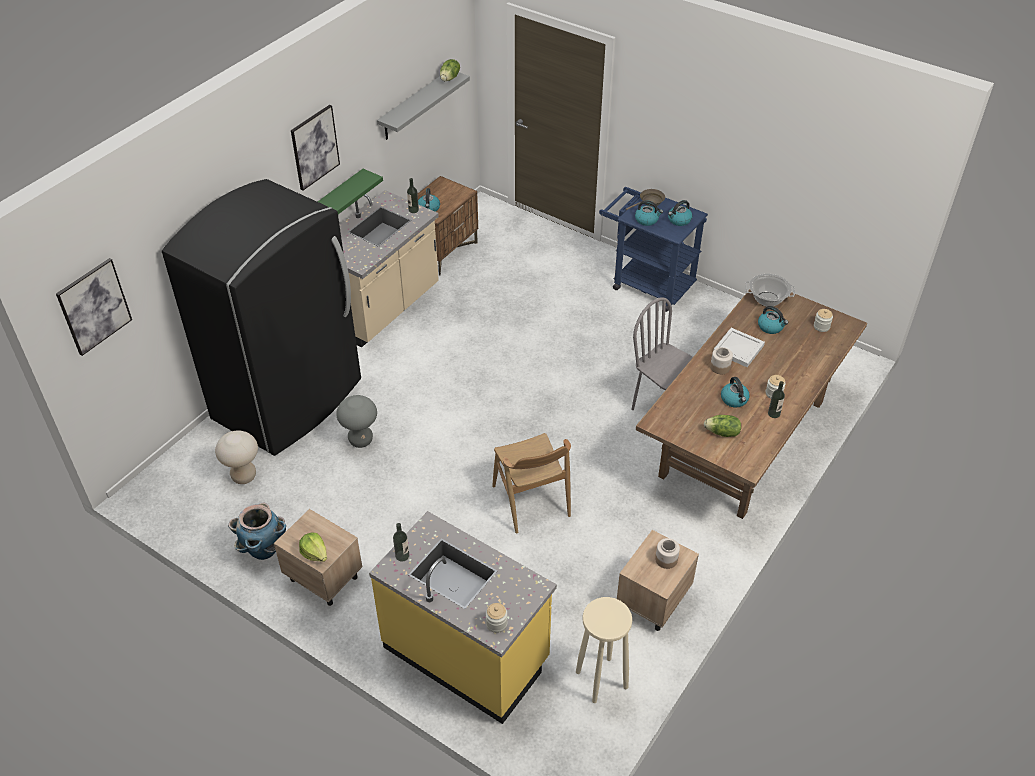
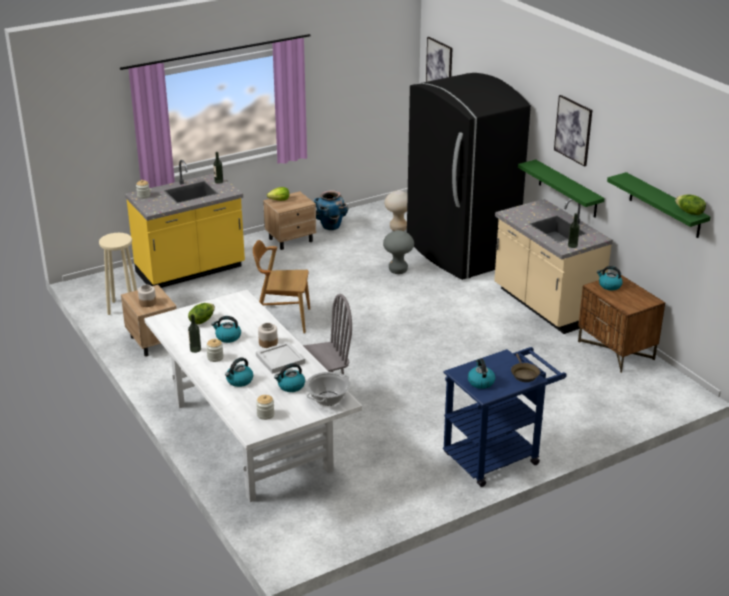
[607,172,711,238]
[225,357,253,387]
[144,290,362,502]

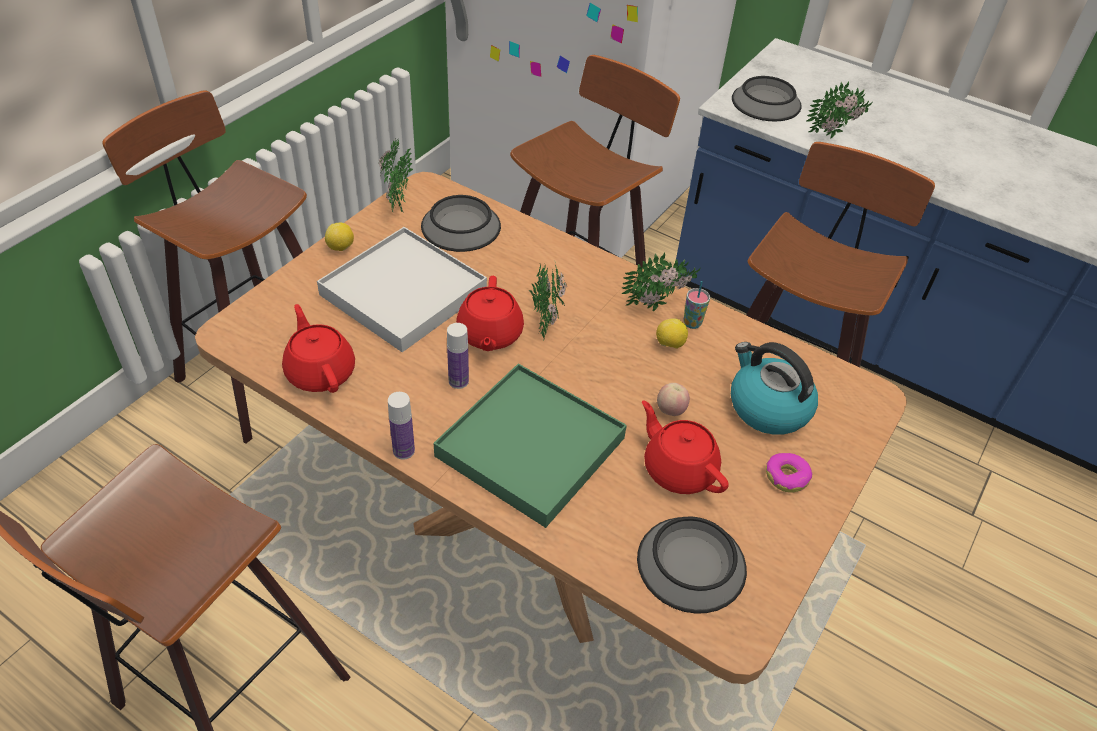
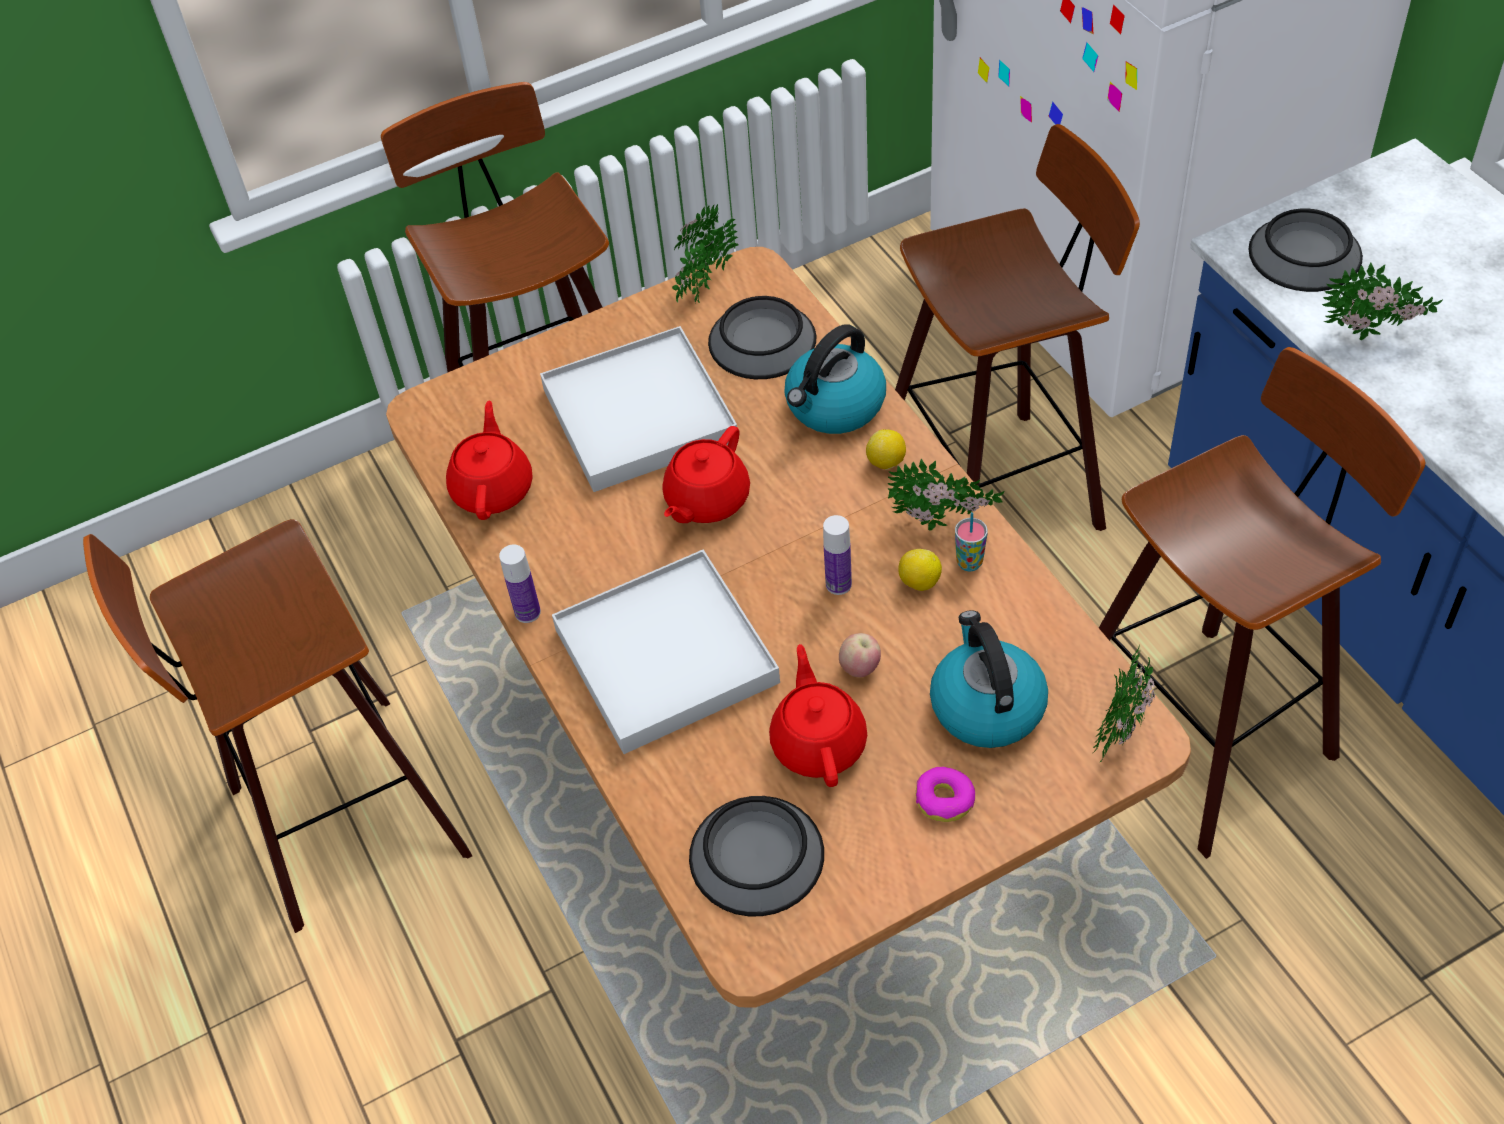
[866,429,906,470]
[552,550,780,754]
[823,515,852,595]
[1093,644,1155,763]
[784,324,886,434]

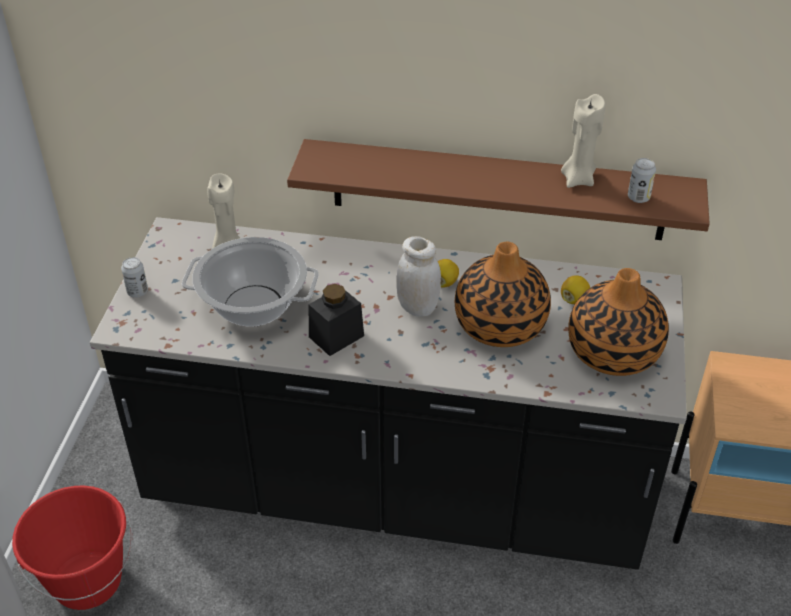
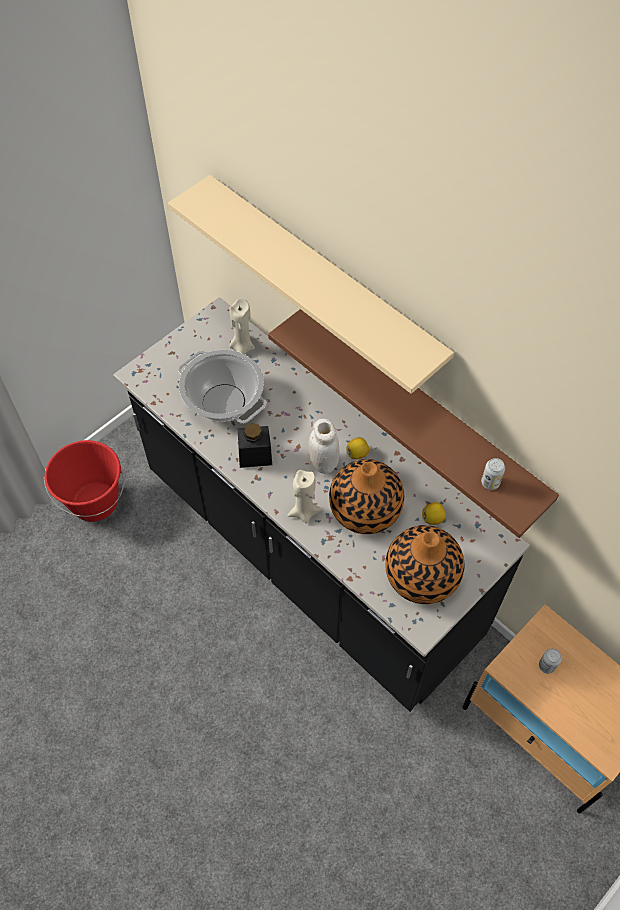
[539,649,562,674]
[287,470,322,524]
[168,175,454,394]

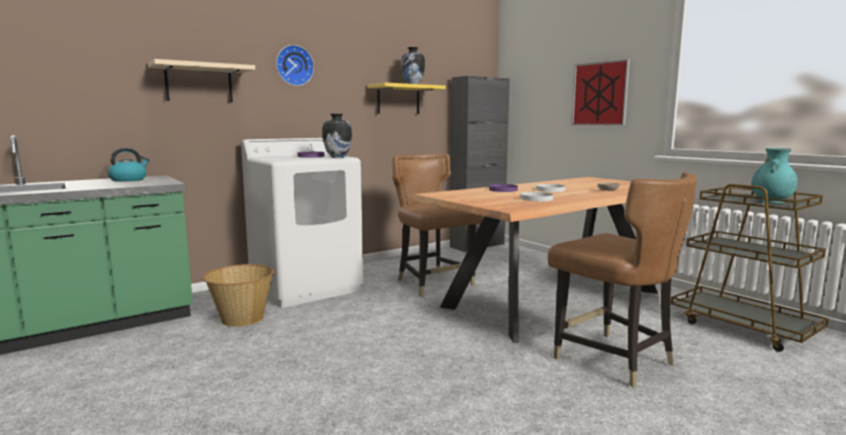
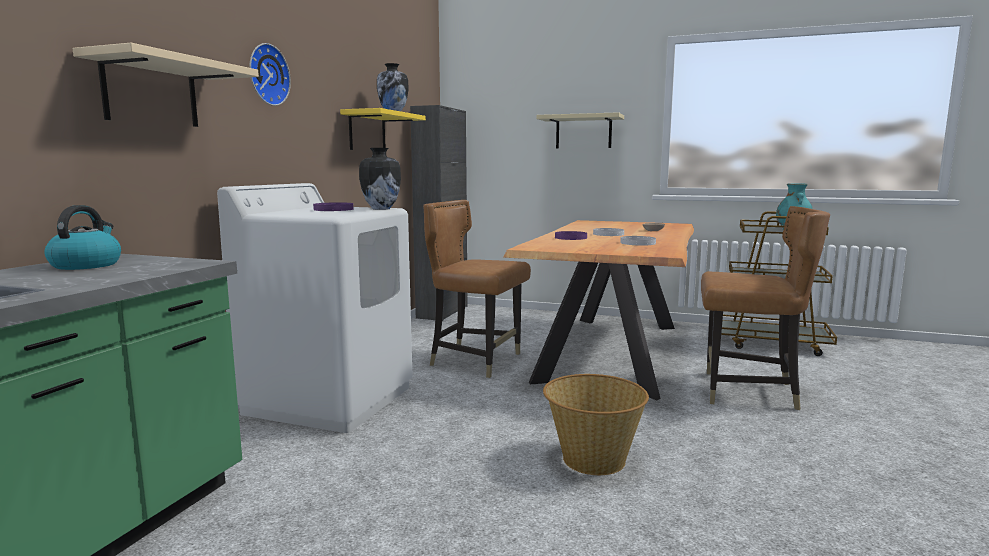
[543,374,649,475]
[536,112,624,148]

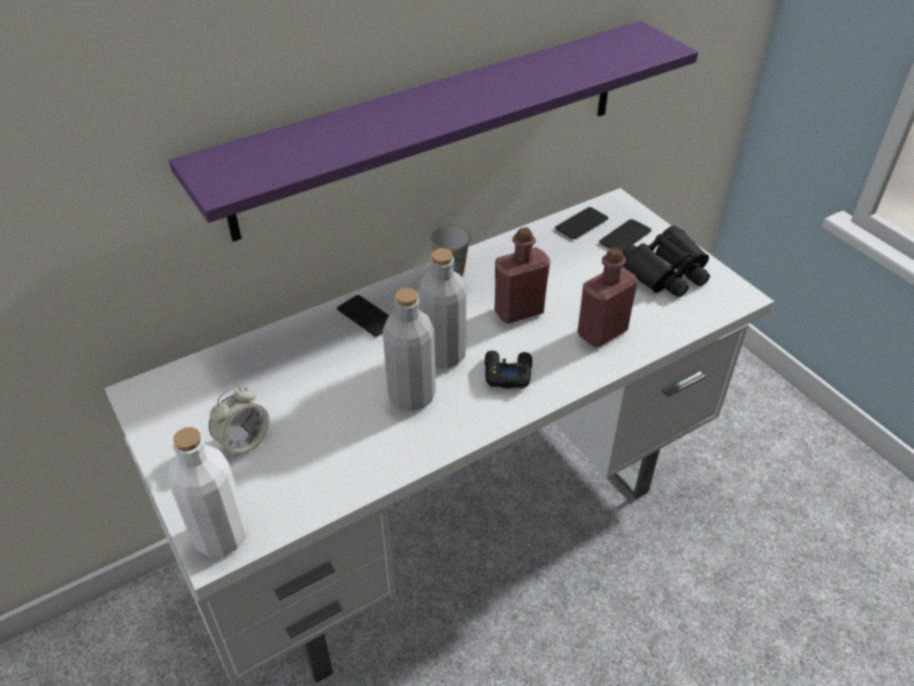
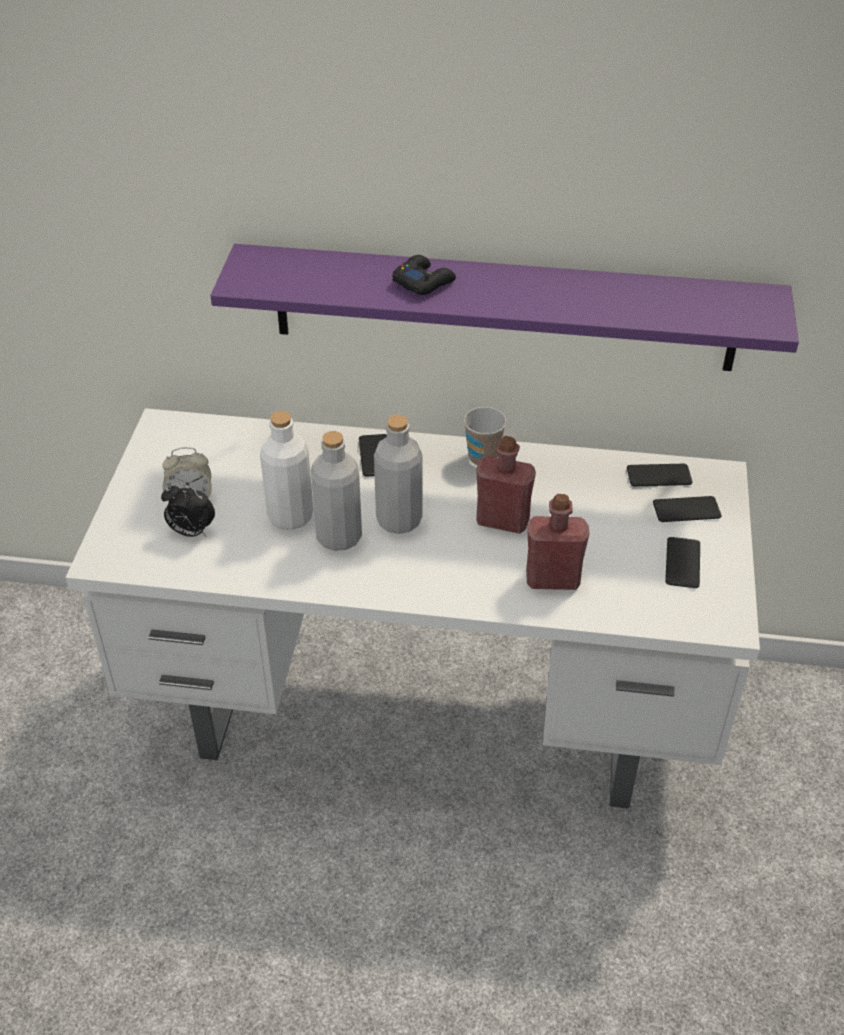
[260,411,313,530]
[392,255,456,295]
[665,537,700,588]
[161,483,215,537]

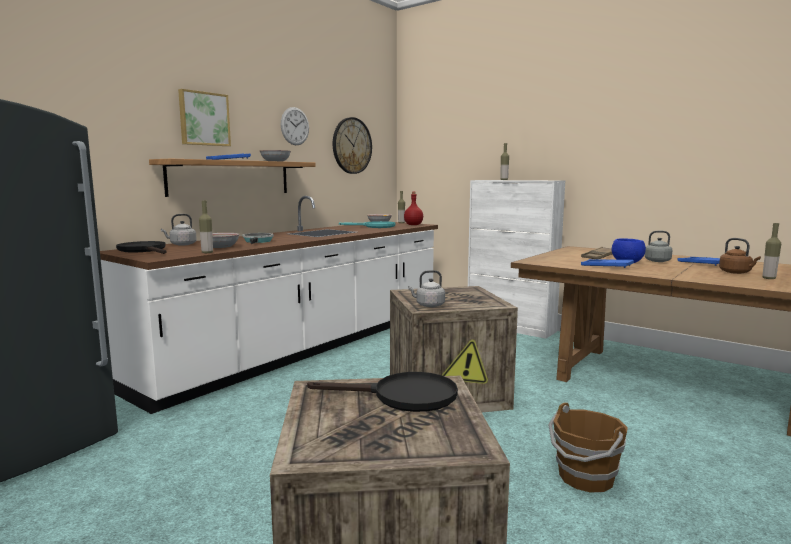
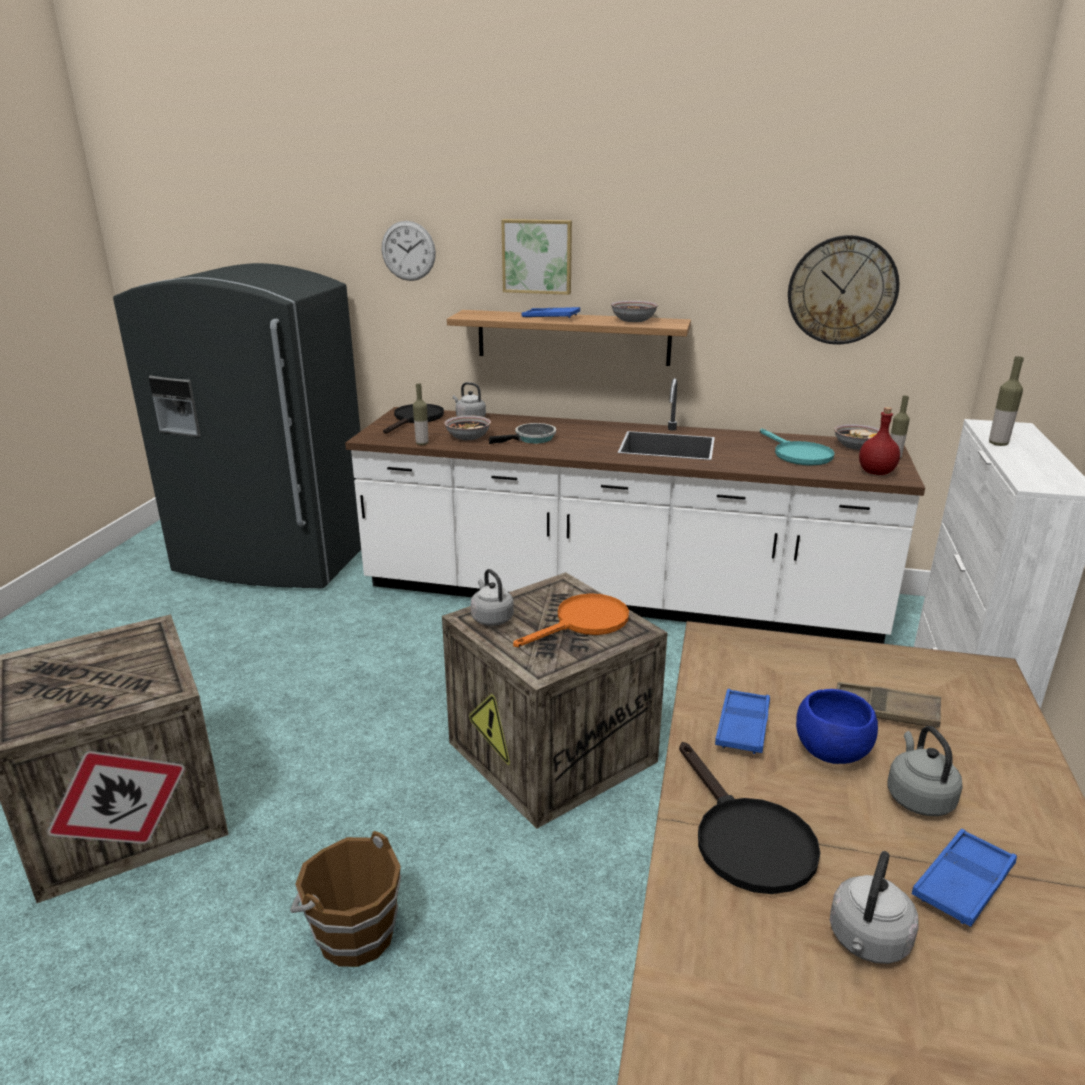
[382,221,436,281]
[679,742,820,894]
[830,851,918,964]
[763,223,781,279] (first image)
[513,593,629,647]

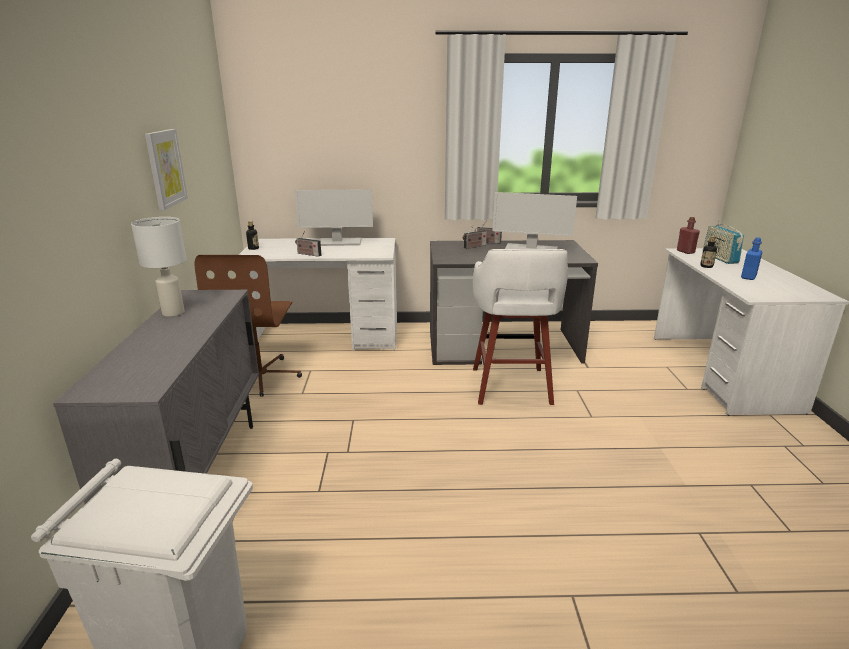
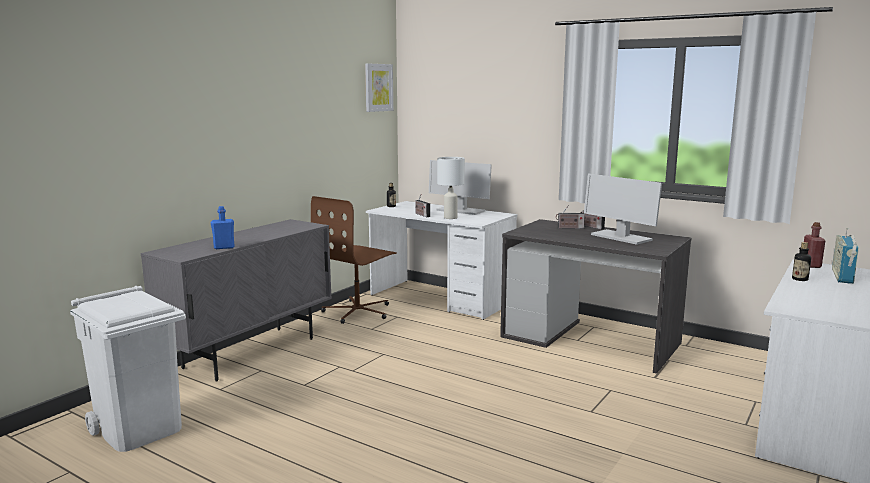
[437,157,465,219]
[365,63,393,112]
[473,249,568,405] (first image)
[211,206,234,249]

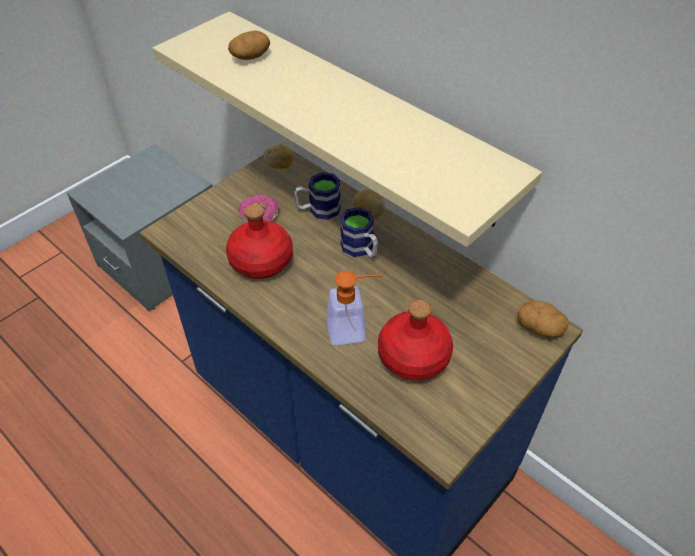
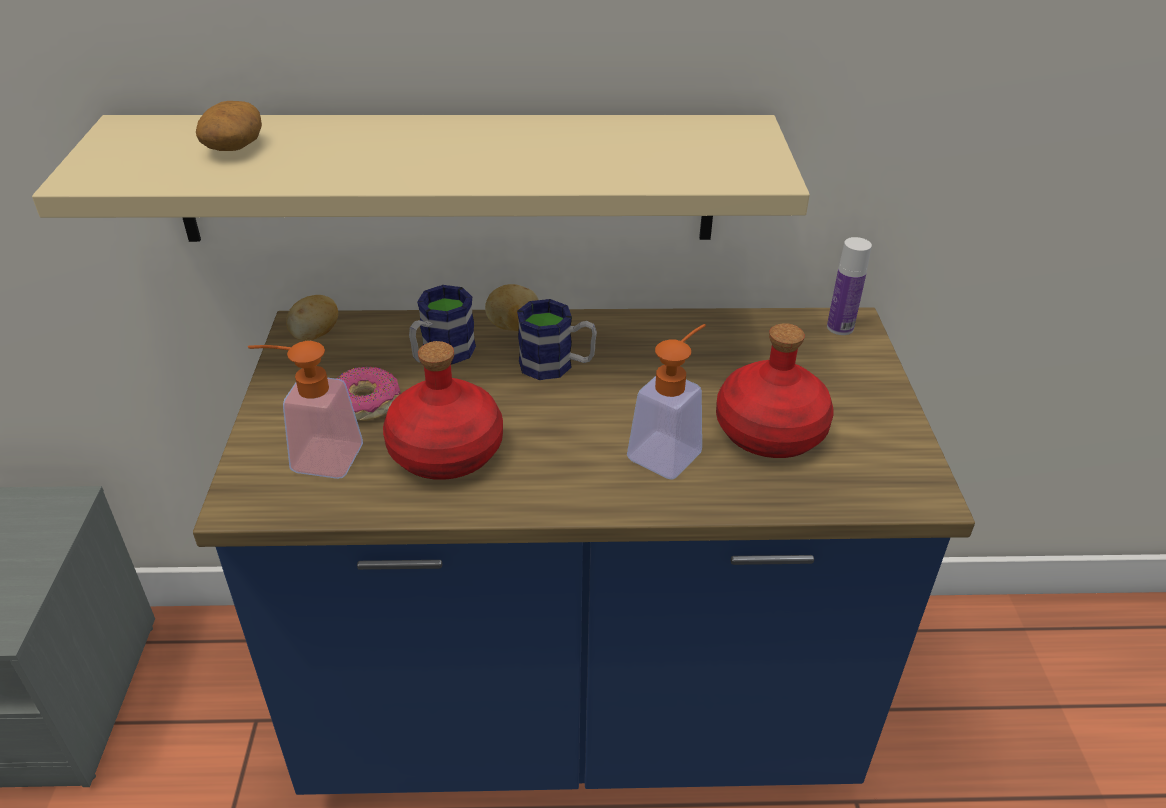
[827,237,872,335]
[248,341,363,479]

